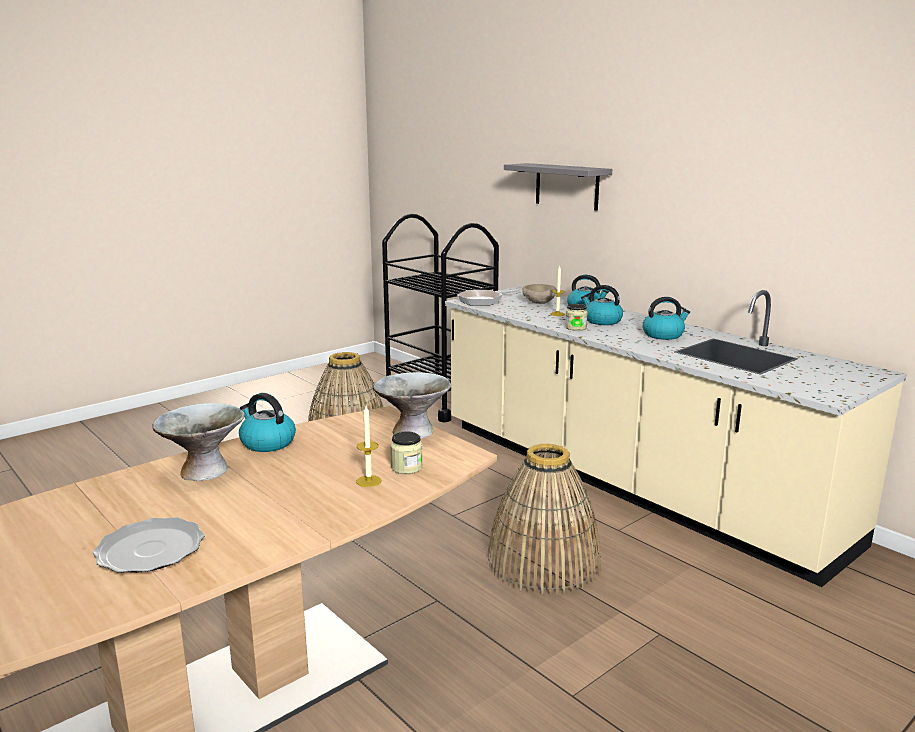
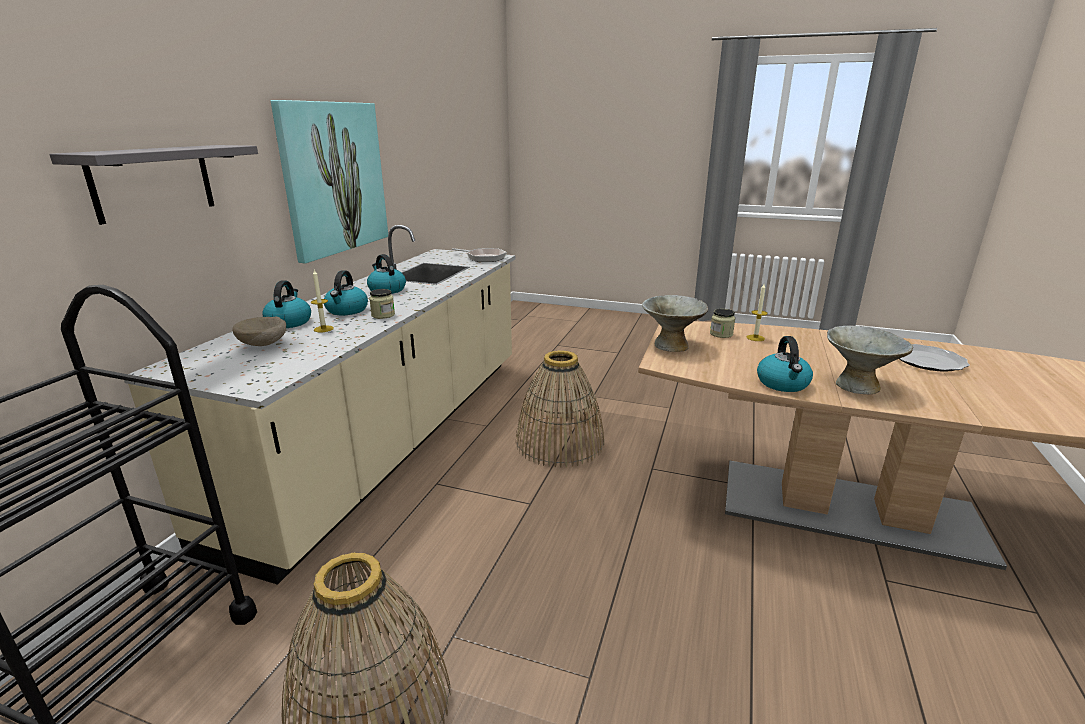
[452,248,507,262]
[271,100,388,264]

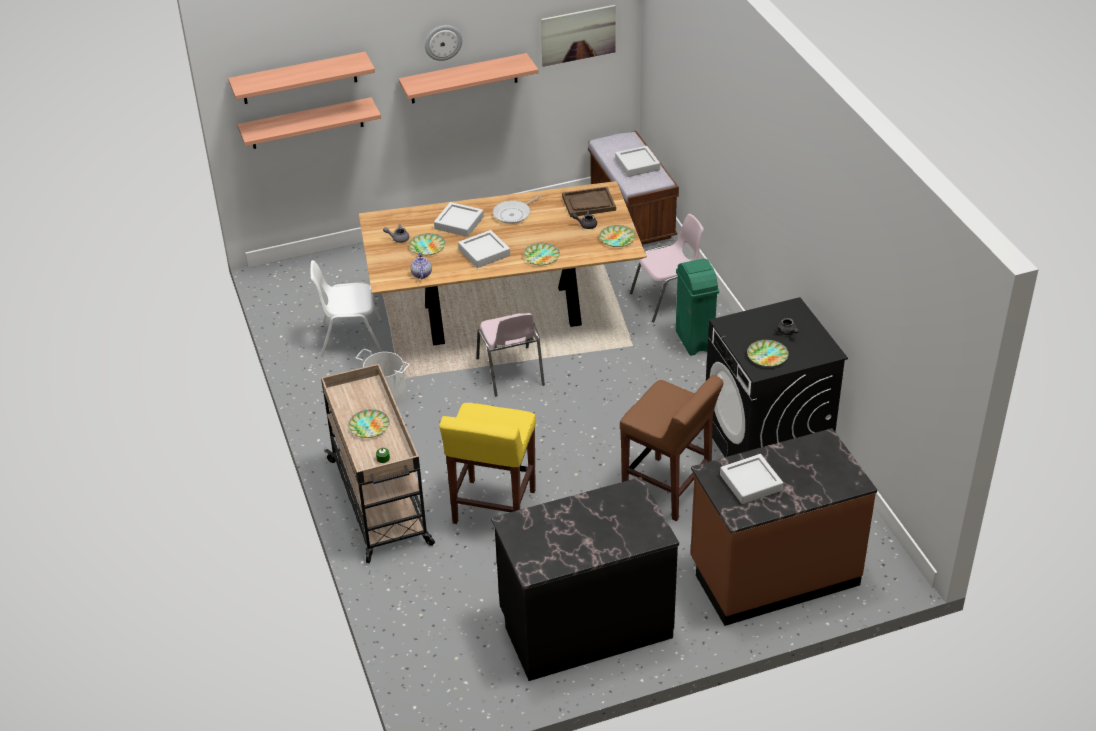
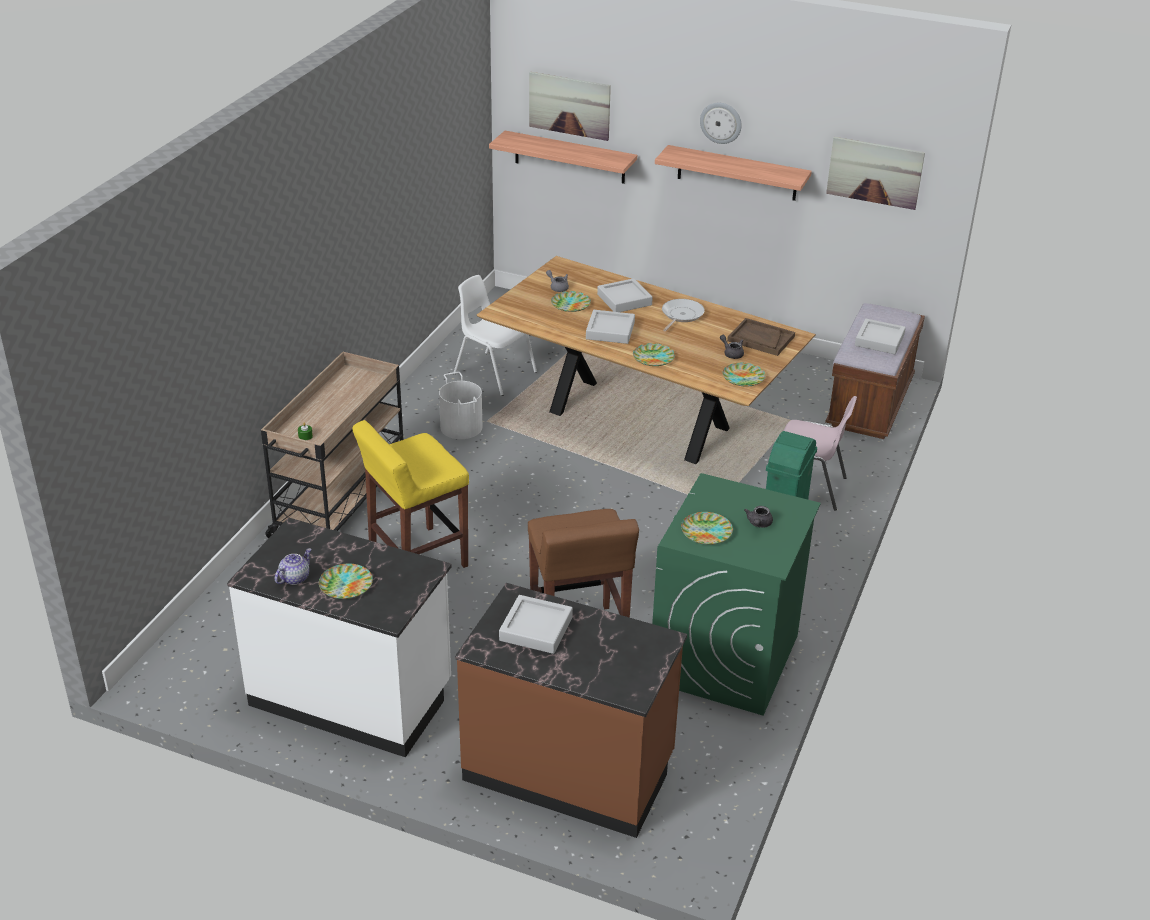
[529,72,611,141]
[319,564,373,599]
[275,548,312,585]
[476,313,545,396] (first image)
[227,518,452,757]
[662,299,705,332]
[652,473,821,716]

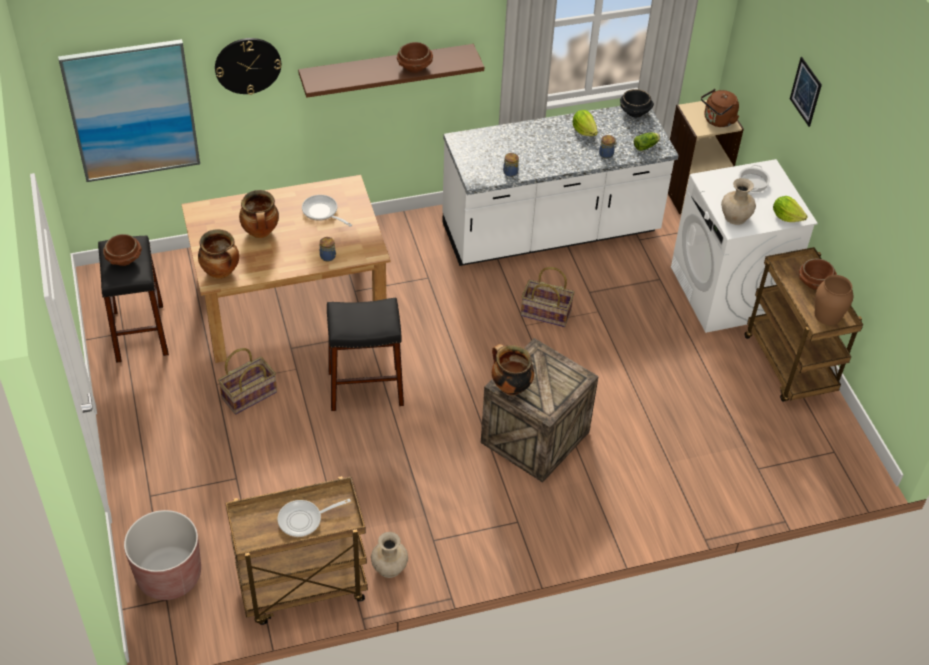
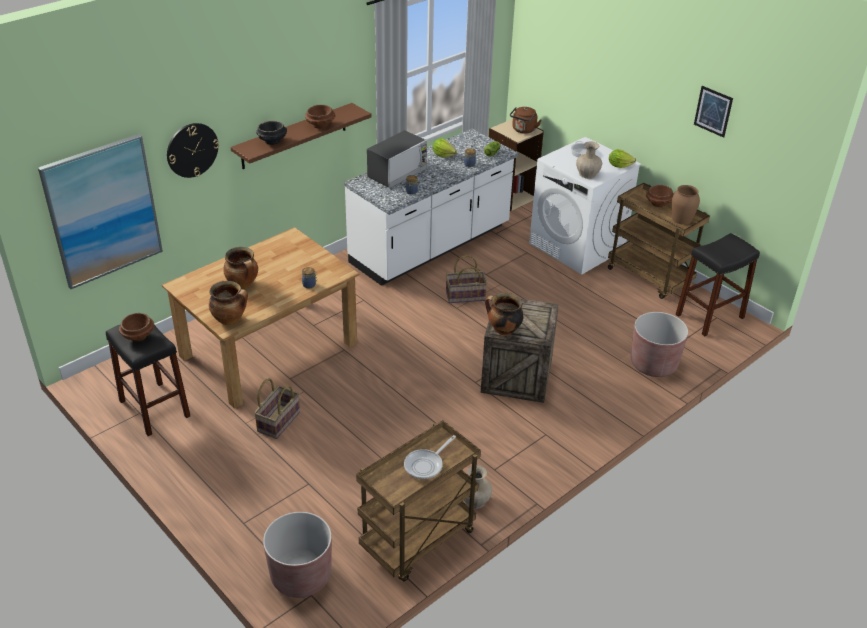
[302,195,352,227] (first image)
[676,233,760,336]
[256,121,287,145]
[694,86,733,138]
[367,130,427,188]
[631,312,688,377]

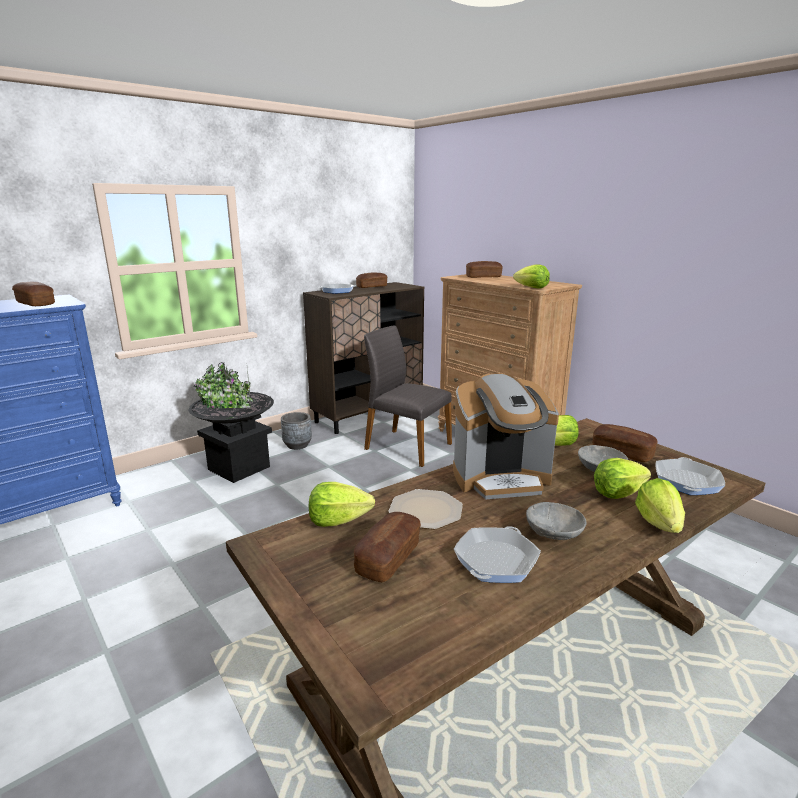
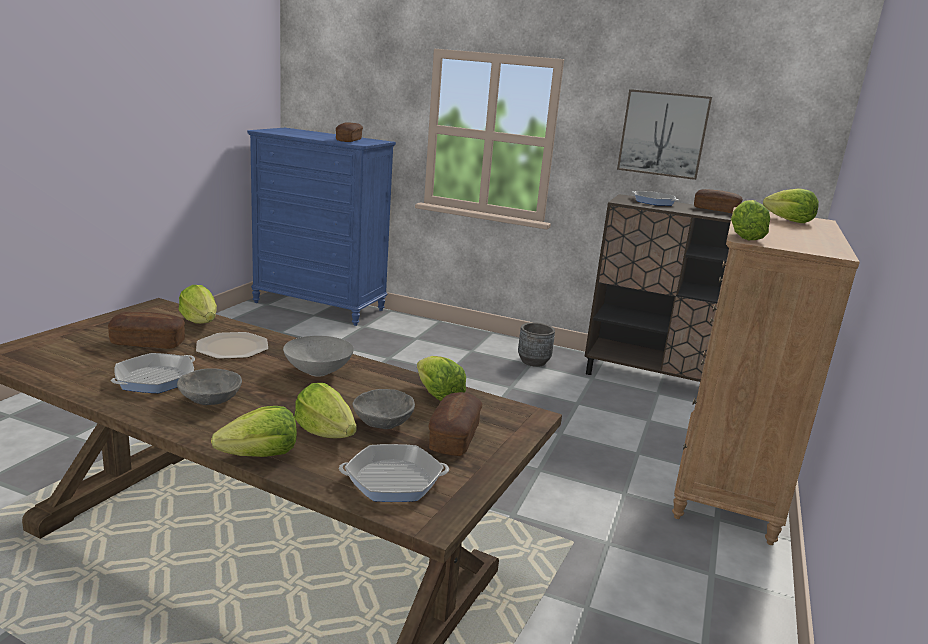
[188,362,274,483] (first image)
[364,326,452,467] (first image)
[283,336,354,377]
[111,353,195,393]
[763,188,819,223]
[617,89,712,180]

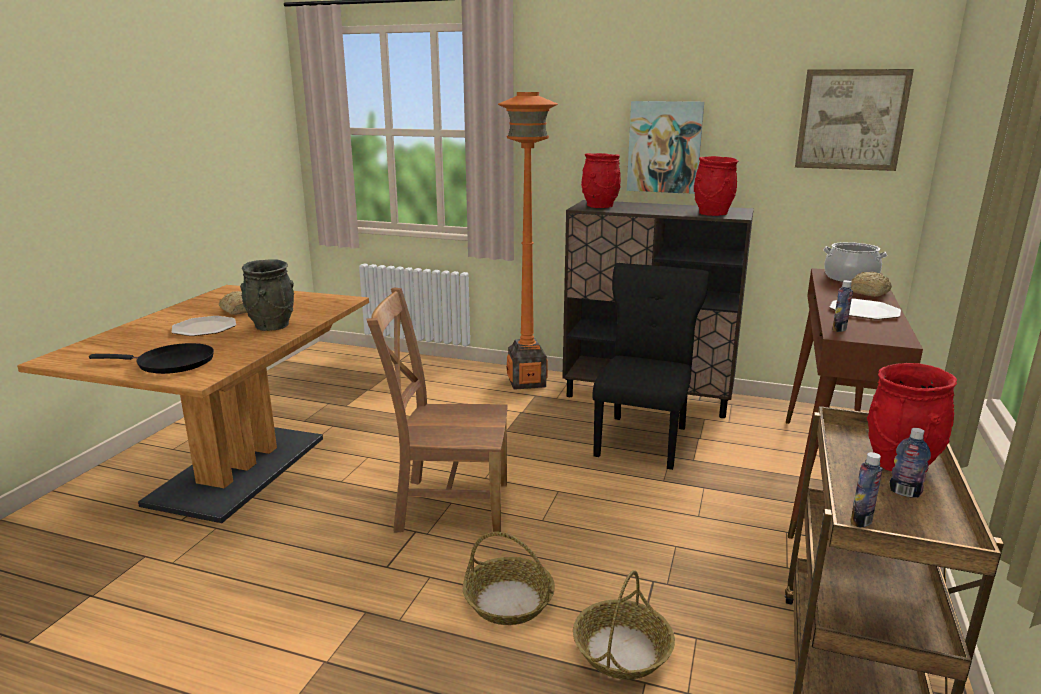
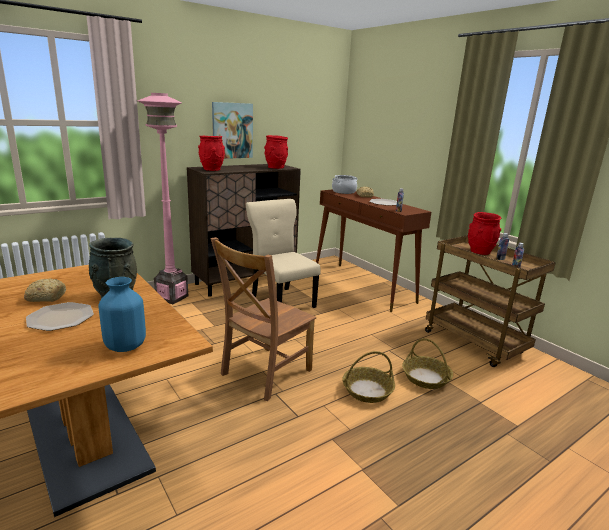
[98,277,146,352]
[137,93,188,304]
[246,199,320,308]
[795,69,914,171] (first image)

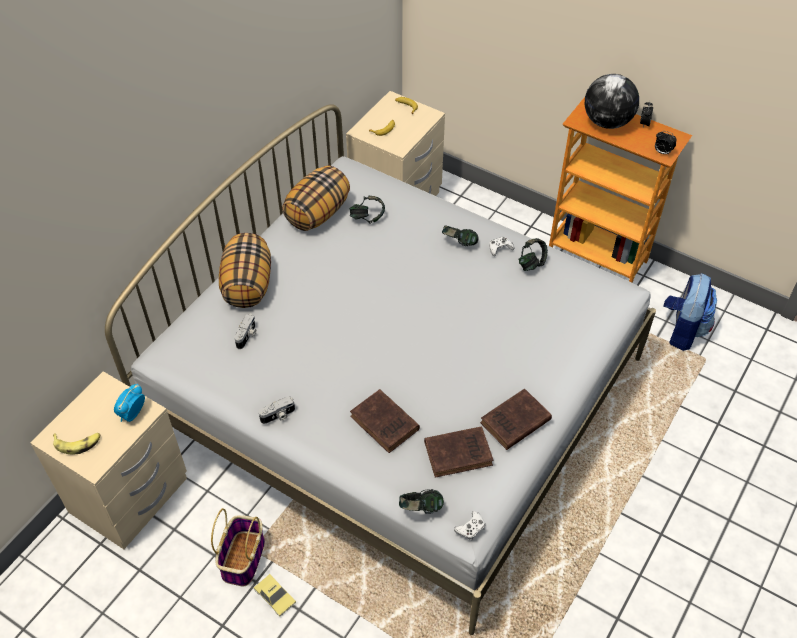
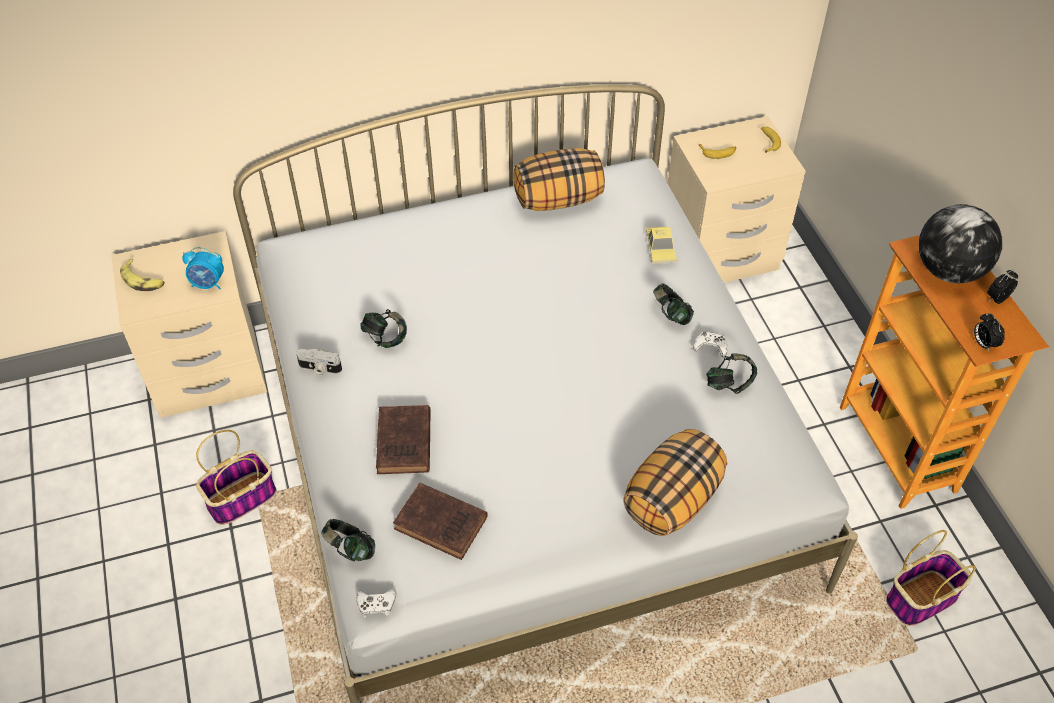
[182,247,224,289]
[623,429,727,536]
[234,313,257,349] (first image)
[645,226,677,264]
[360,309,407,348]
[480,389,552,450] (first image)
[886,530,976,626]

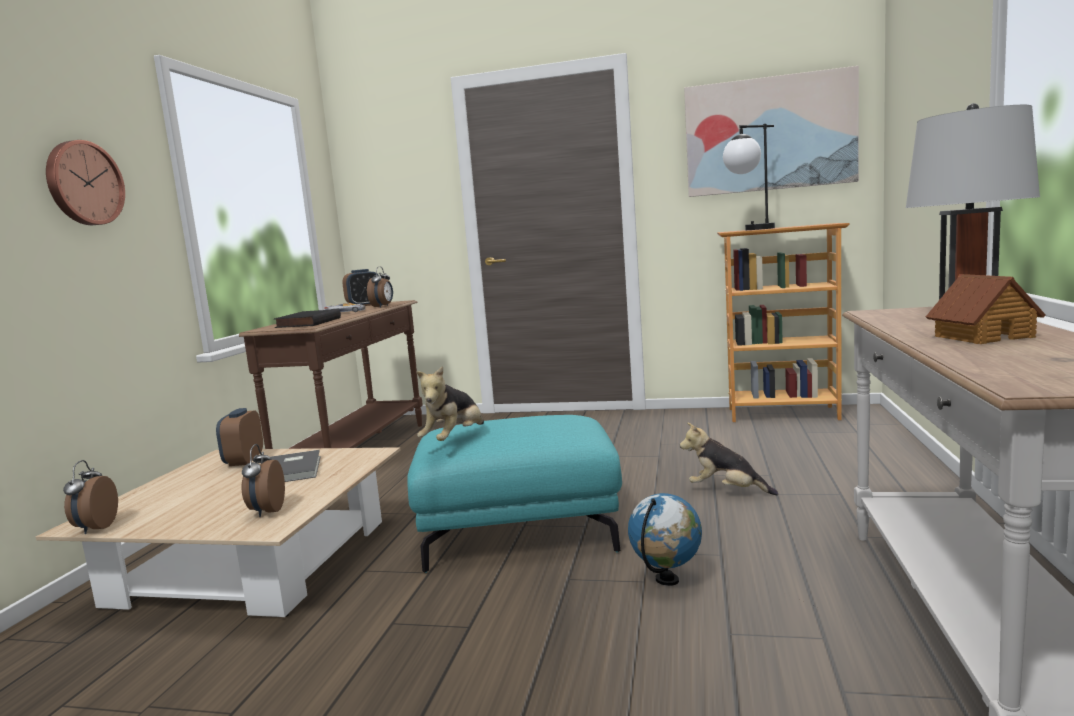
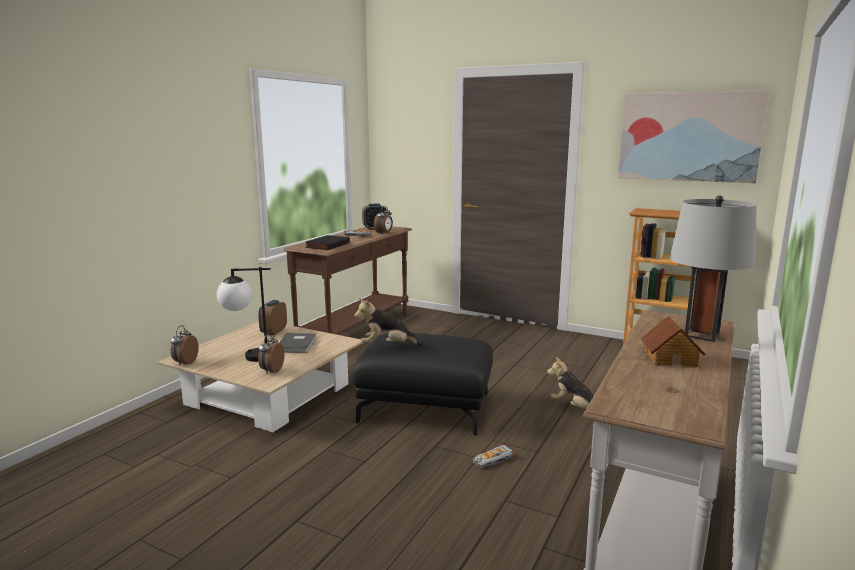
[46,140,125,225] (first image)
[353,333,493,436]
[354,298,423,345]
[473,444,515,469]
[217,267,271,362]

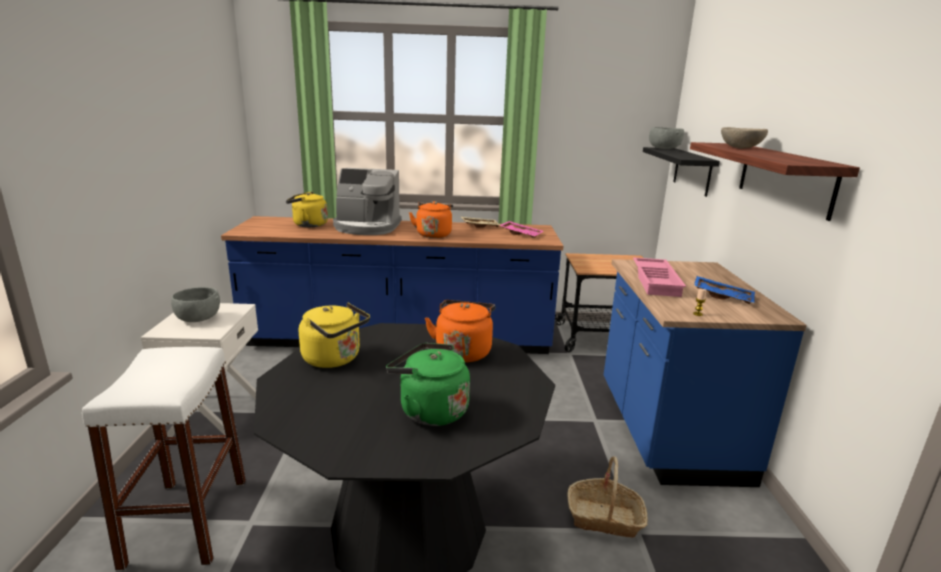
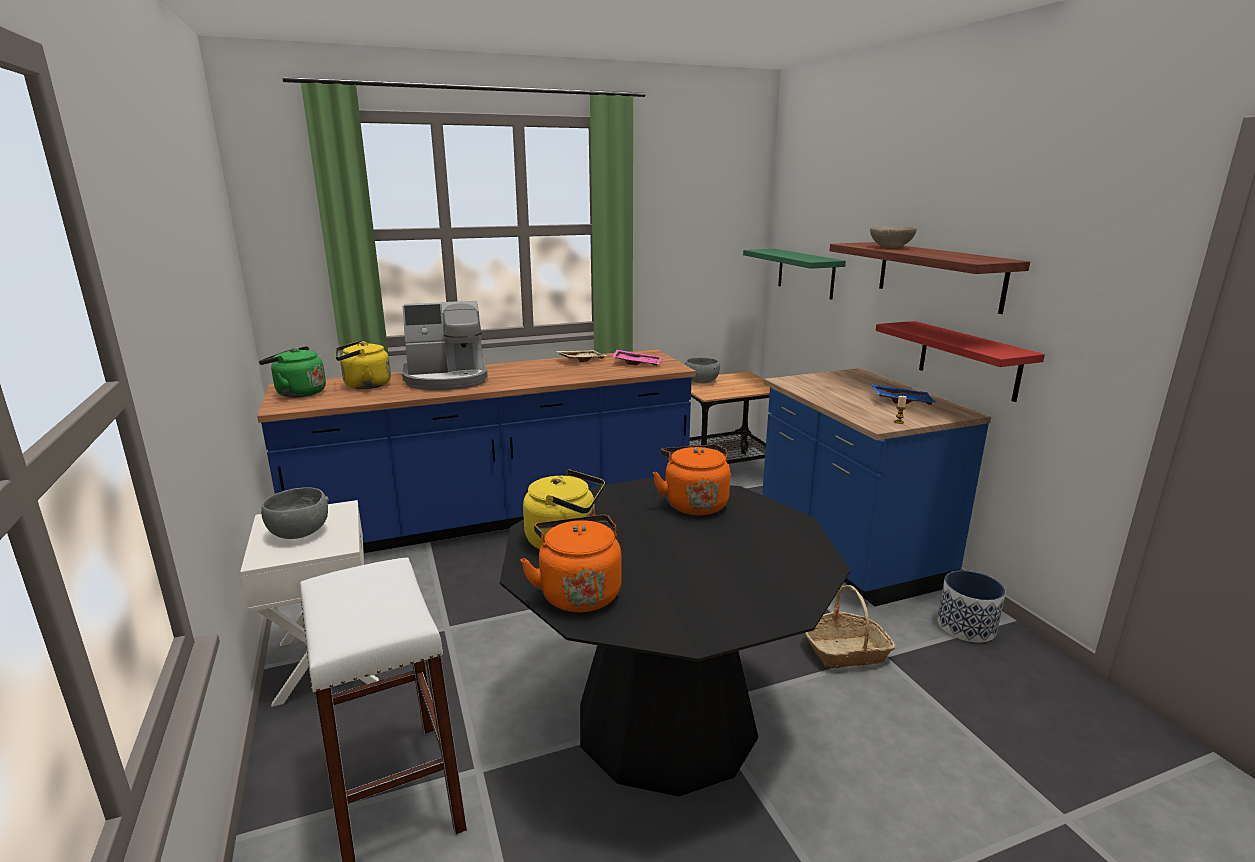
[259,346,326,398]
[520,515,622,612]
[633,257,686,297] (first image)
[743,249,846,300]
[685,357,720,383]
[876,321,1045,402]
[937,570,1005,642]

